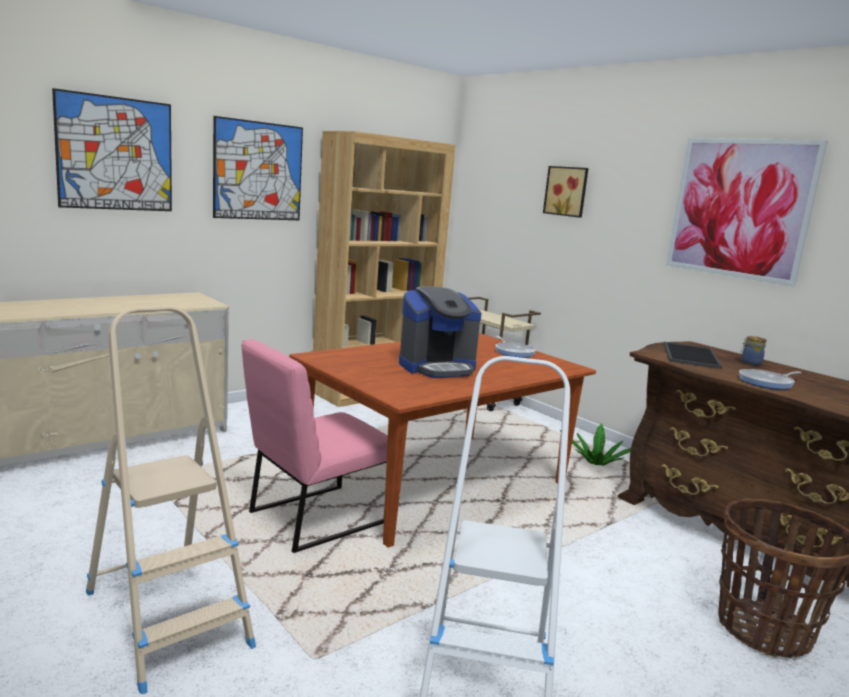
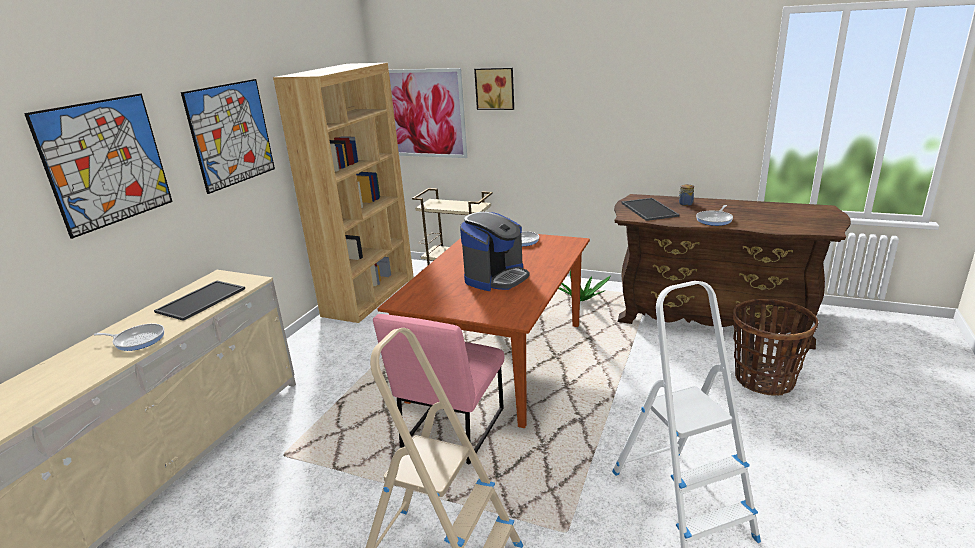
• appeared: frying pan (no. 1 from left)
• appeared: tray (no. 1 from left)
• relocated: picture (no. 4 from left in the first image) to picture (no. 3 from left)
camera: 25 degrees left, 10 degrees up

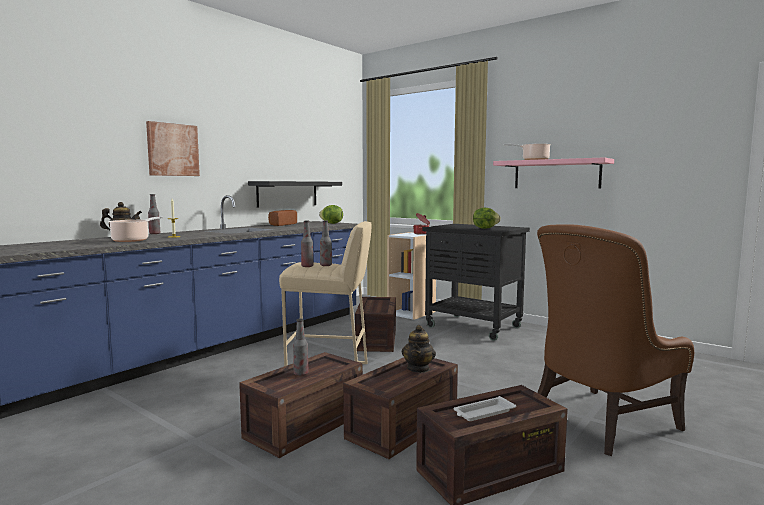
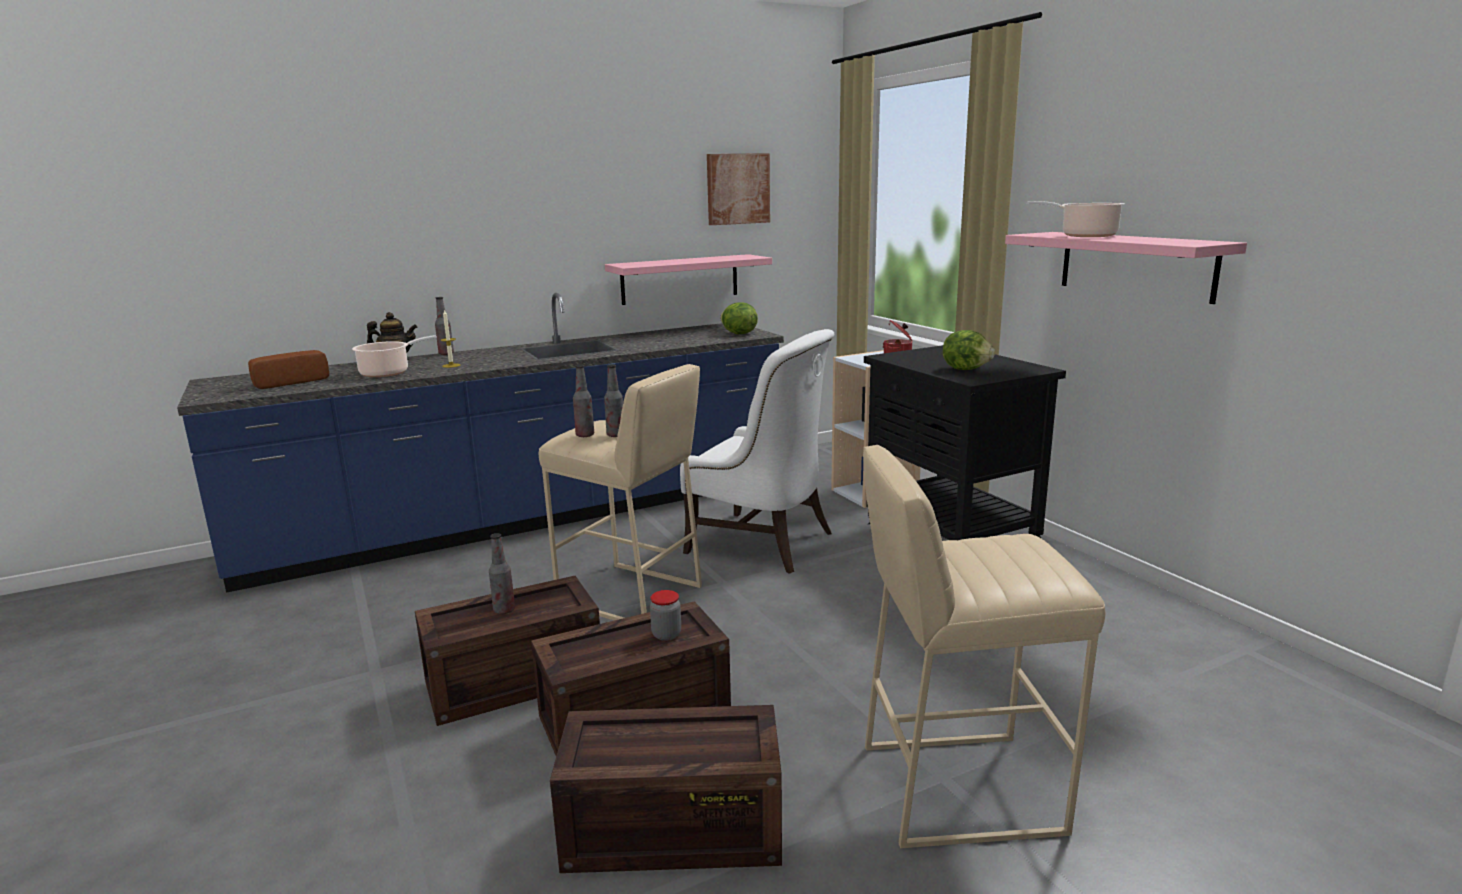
• missing: white tray
• relocated: picture
• relocated: bread
• exchanged: crate (no. 2 from left) to white chair
• exchanged: teapot (no. 2 from left) to jar
• exchanged: brown chair to beige stool (no. 2 from left)
• colour: black shelf to pink shelf (no. 1 from left)
camera: 25 degrees right, 10 degrees up

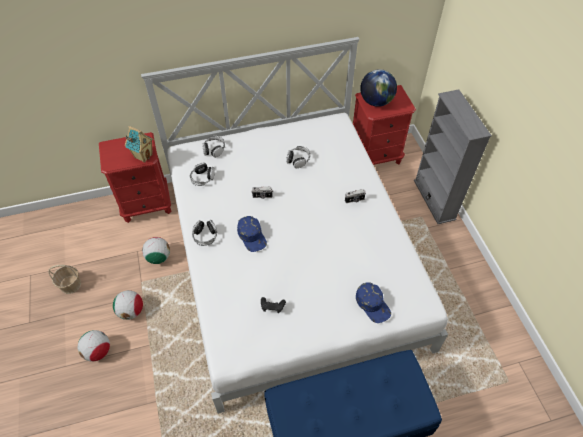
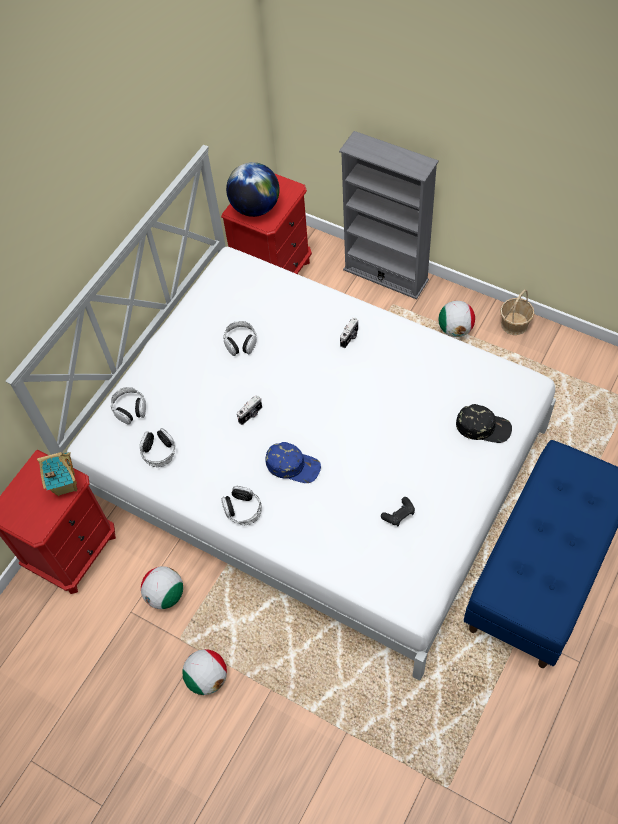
• relocated: basket
• relocated: football (no. 1 from left in the first image) to football (no. 3 from left)
• colour: blue cap (no. 2 from left) to black cap
camera: 40 degrees left, 5 degrees up

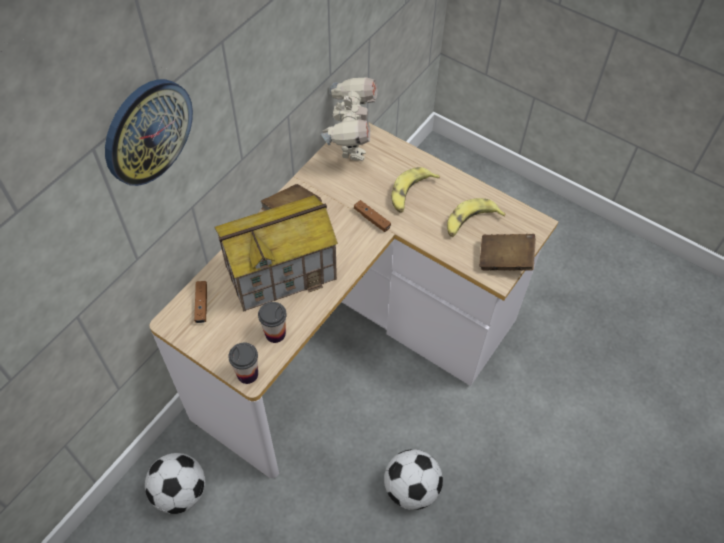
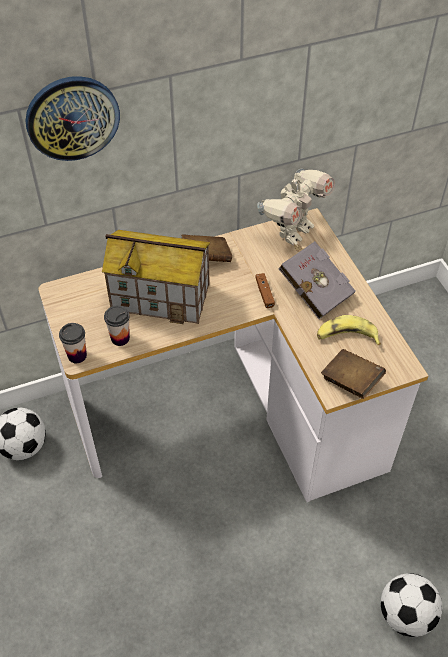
• missing: brown game controller (no. 1 from left)
• relocated: football (no. 2 from left)
• exchanged: banana (no. 1 from left) to grey book
camera: 35 degrees right, 5 degrees down

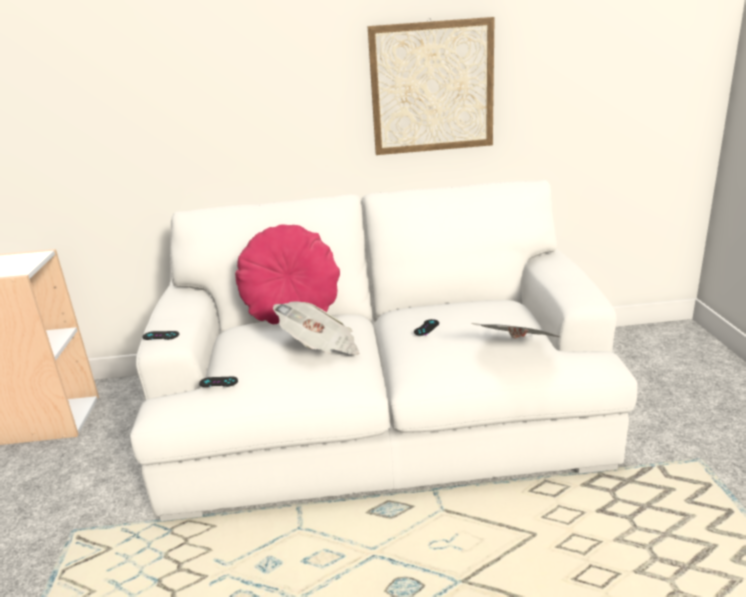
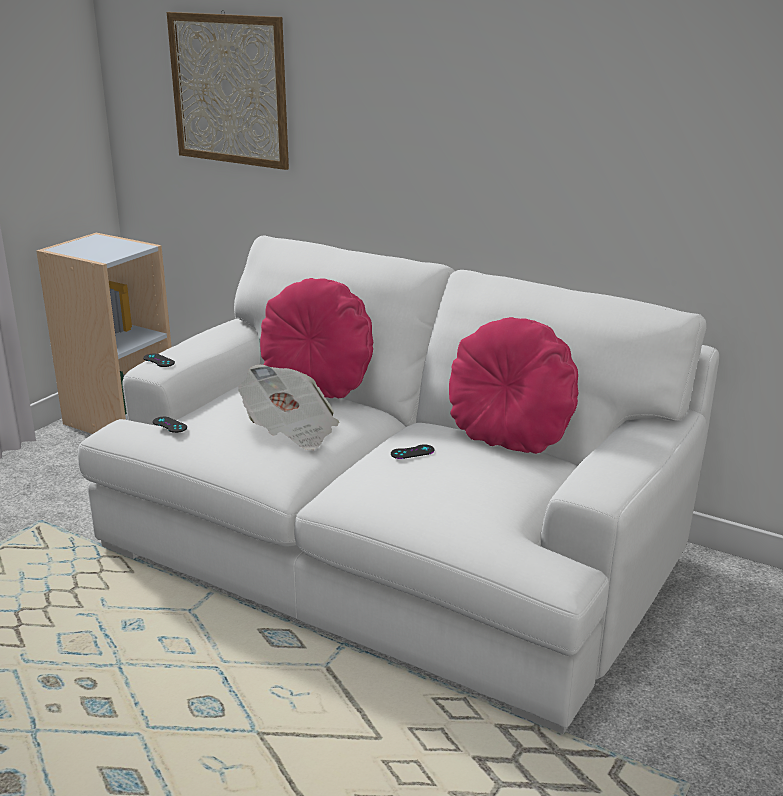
• missing: newspaper (no. 2 from left)
• appeared: pink pillow (no. 2 from left)
• relocated: picture
camera: 35 degrees right, 0 degrees up

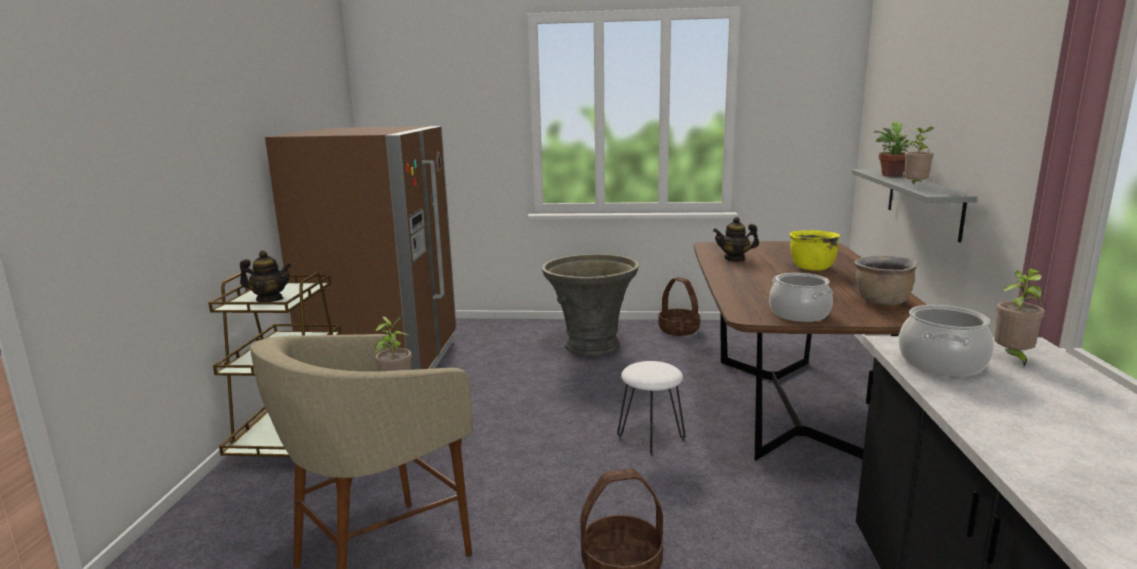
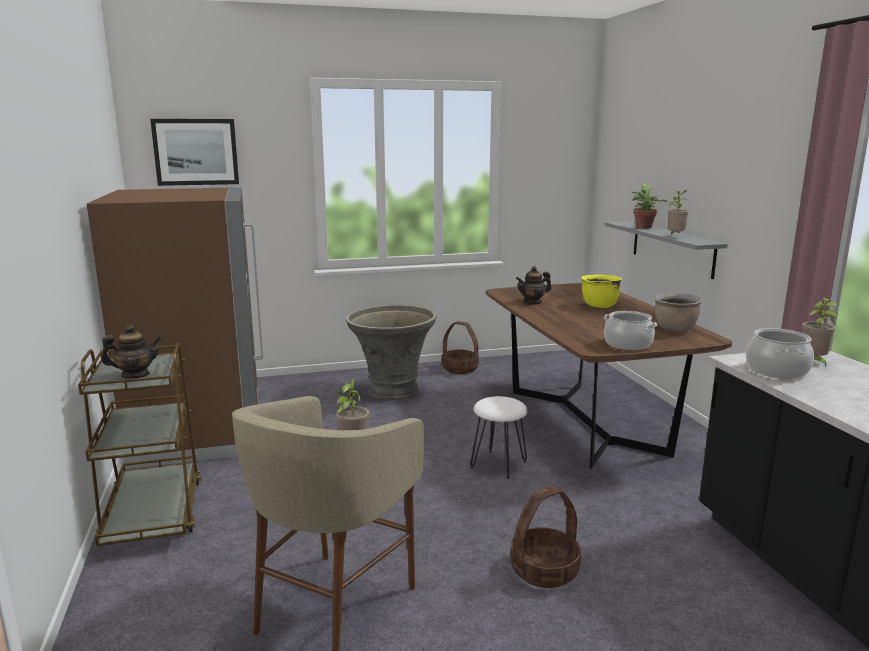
• appeared: picture
camera: 20 degrees left, 0 degrees up

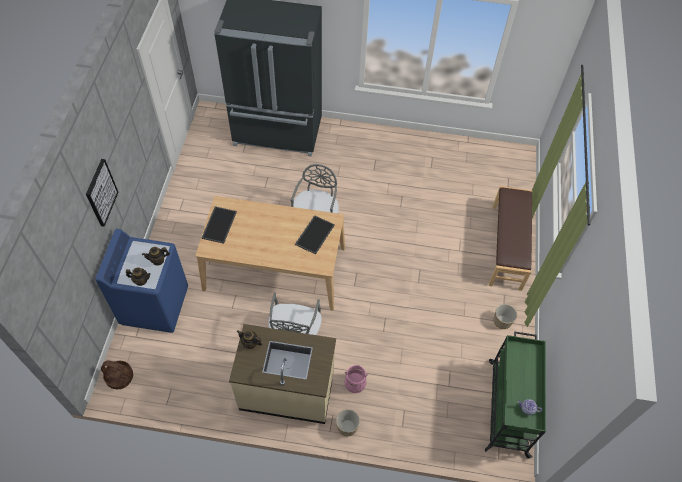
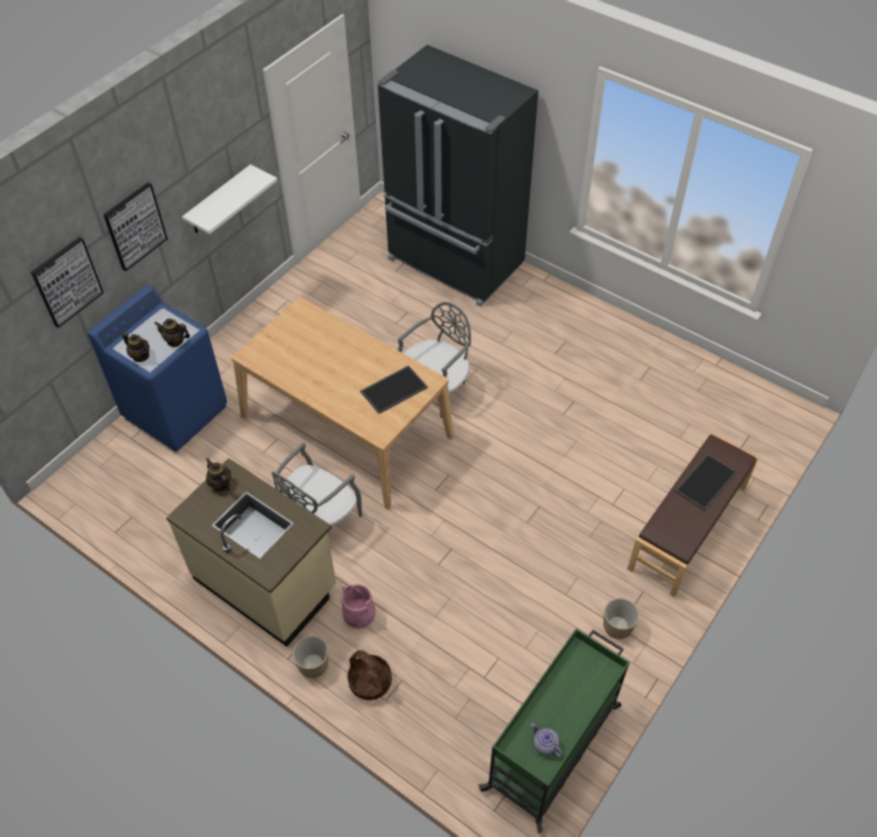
• appeared: picture (no. 1 from left)
• appeared: white shelf
• relocated: basket
• relocated: tray (no. 1 from left in the first image) to tray (no. 2 from left)
camera: 30 degrees right, 5 degrees down

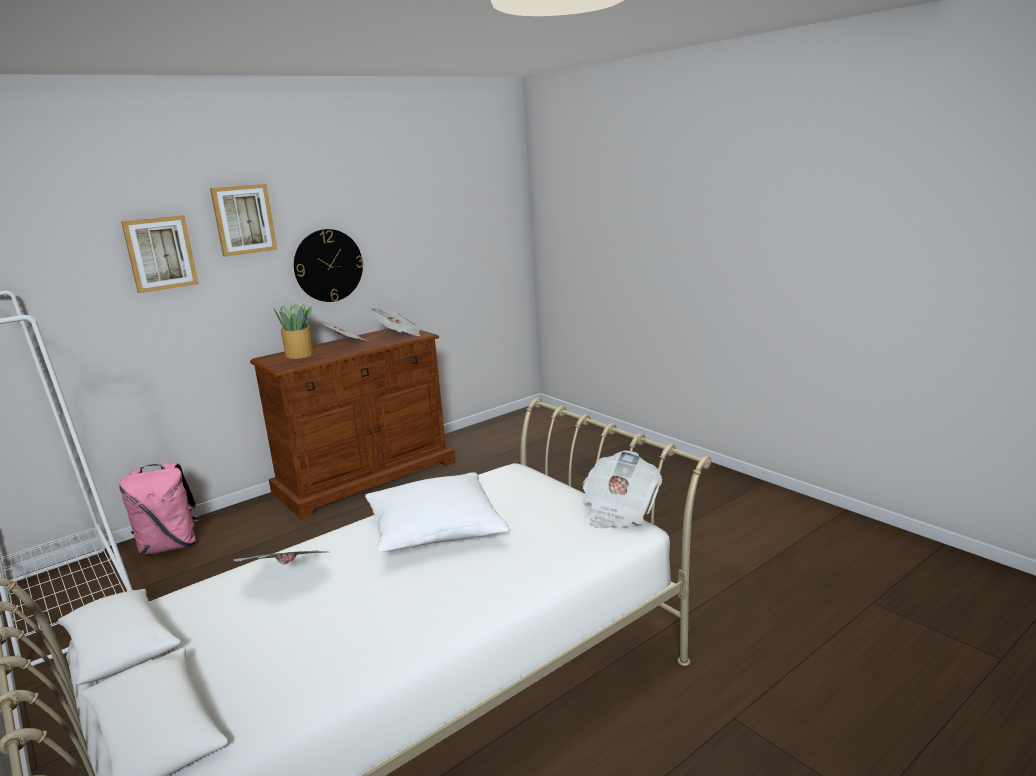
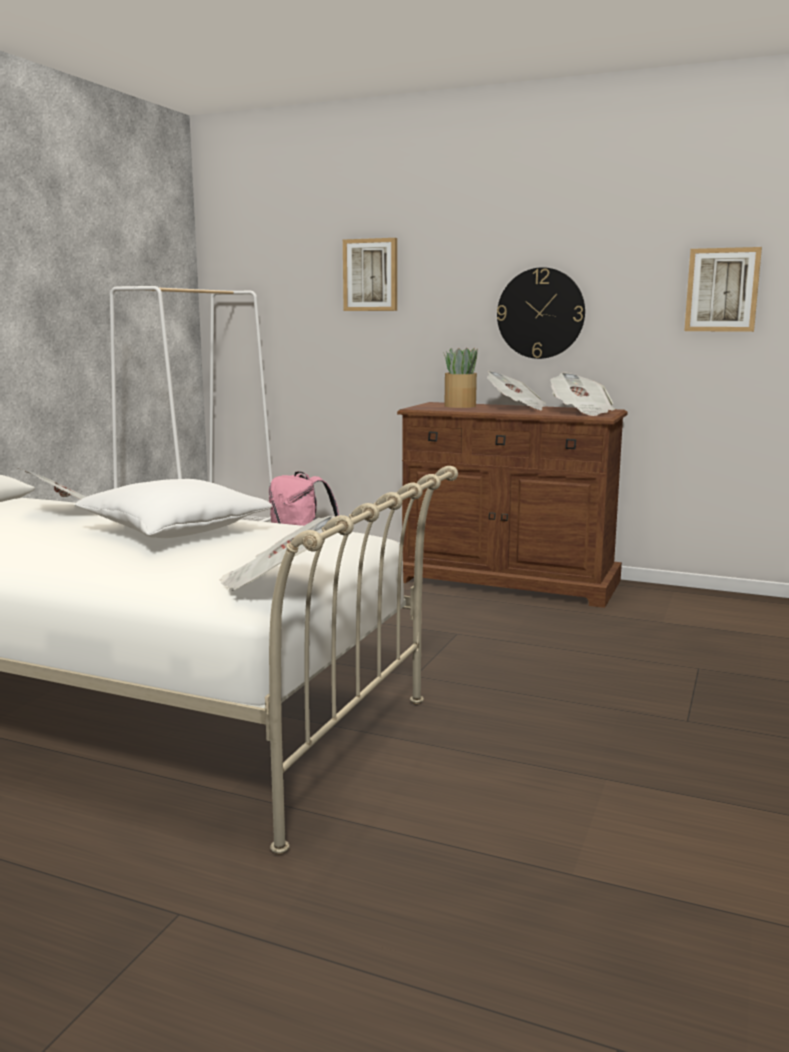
• relocated: picture (no. 2 from left)
camera: 60 degrees right, 5 degrees down

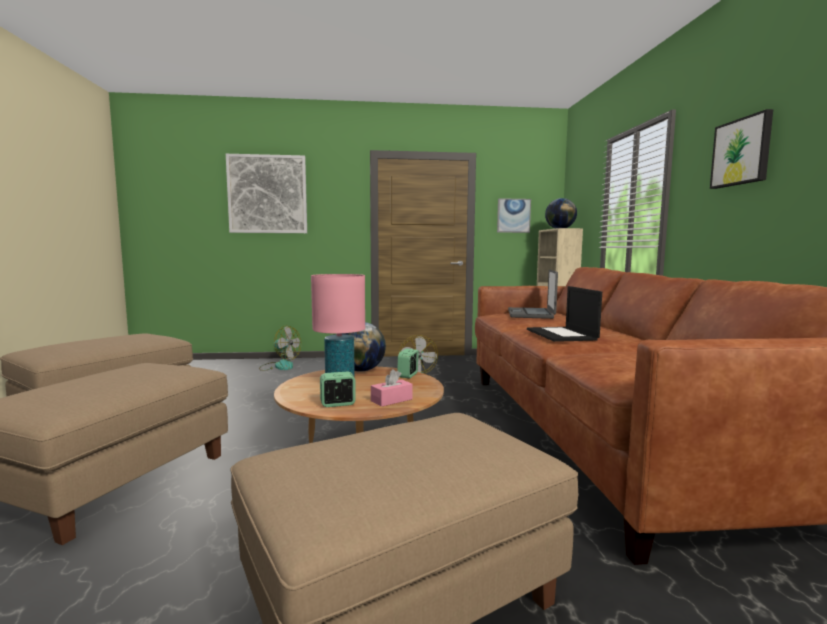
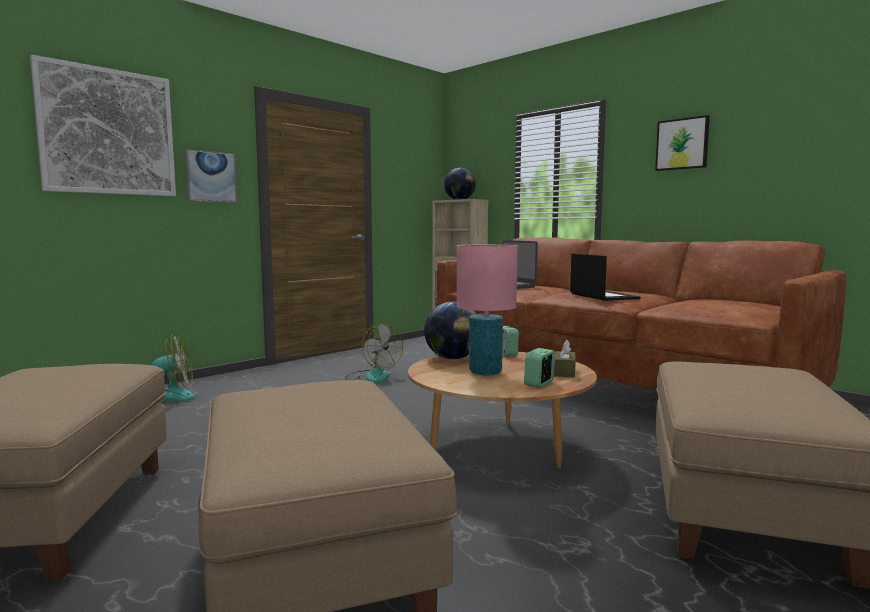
• relocated: picture (no. 2 from left)
• colour: pink tissue box to brown tissue box
• spun: laptop (no. 2 from left) 150 degrees counterclockwise
camera: 40 degrees left, 0 degrees up

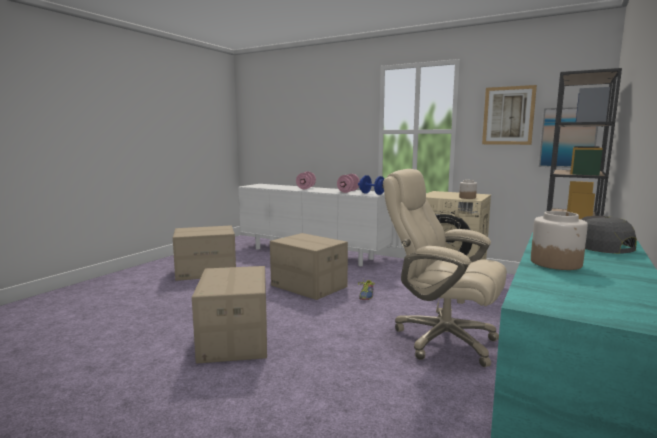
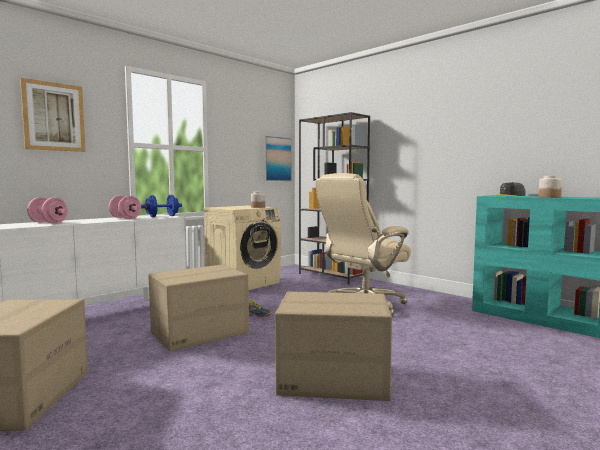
• relocated: picture (no. 1 from left)
camera: 75 degrees left, 5 degrees down

